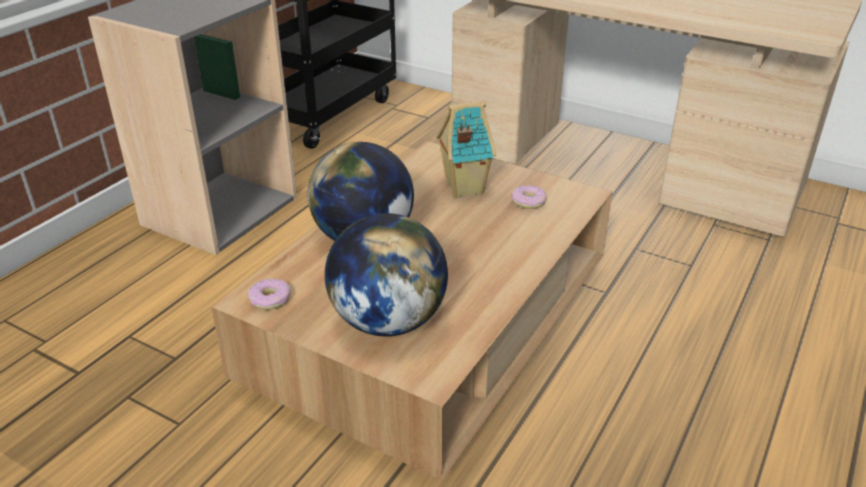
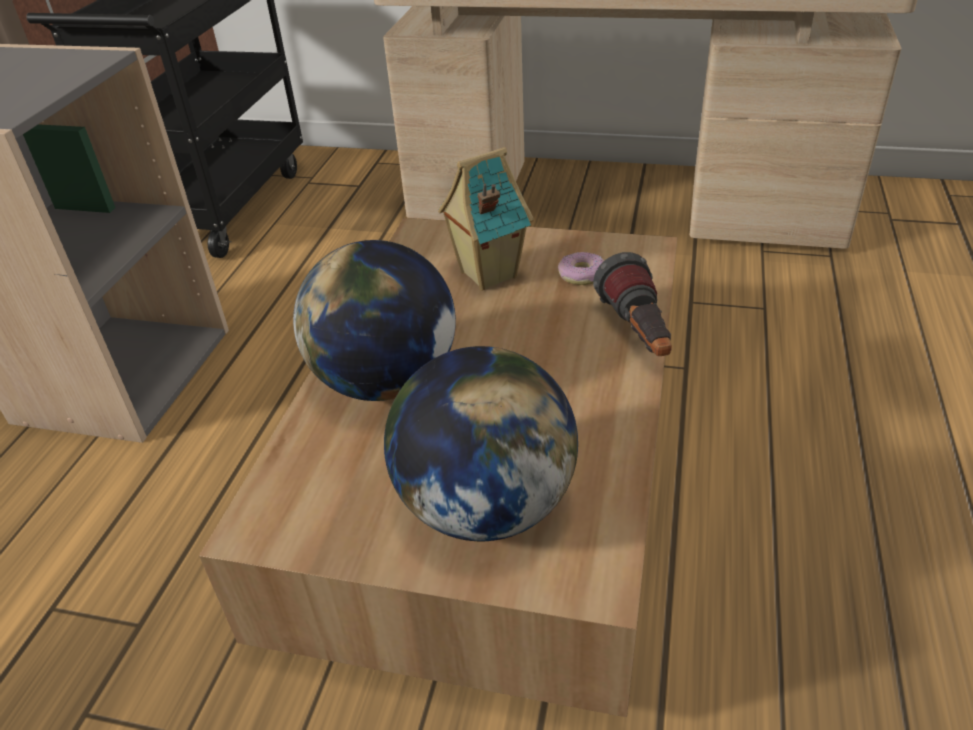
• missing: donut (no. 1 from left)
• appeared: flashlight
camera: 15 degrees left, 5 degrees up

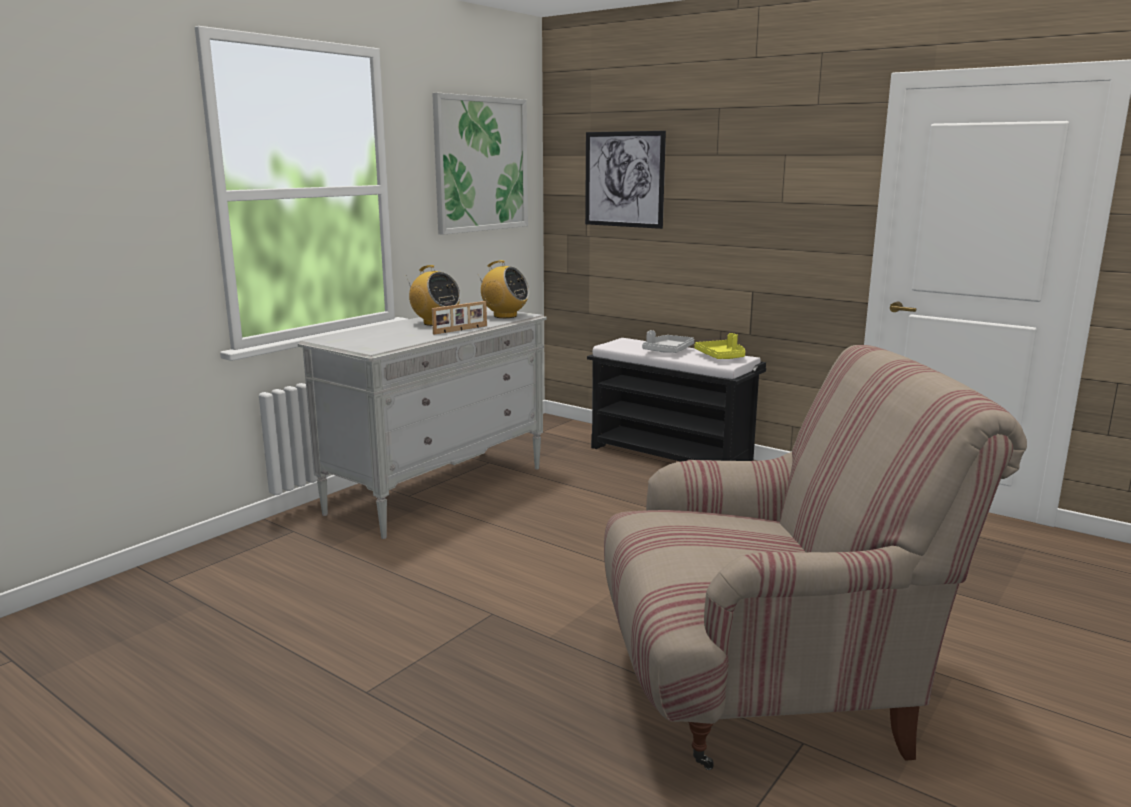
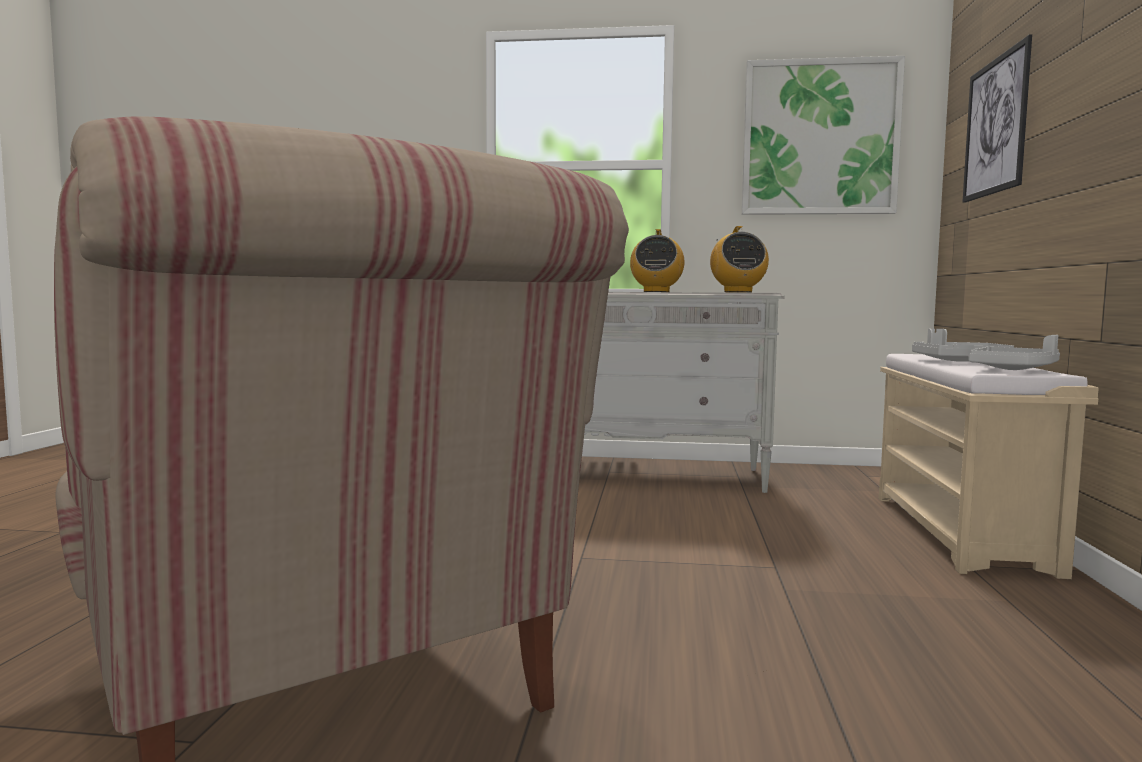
• missing: picture frame
• colour: black bench to beige bench
• colour: yellow tray to grey tray (no. 2 from left)
camera: 60 degrees right, 10 degrees down

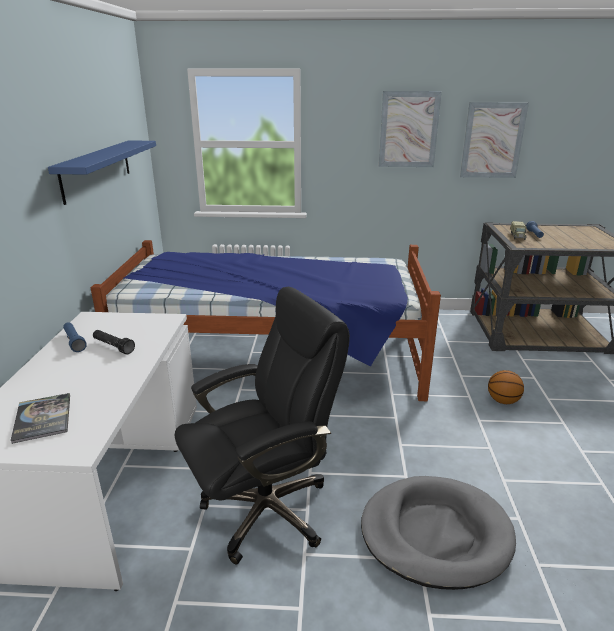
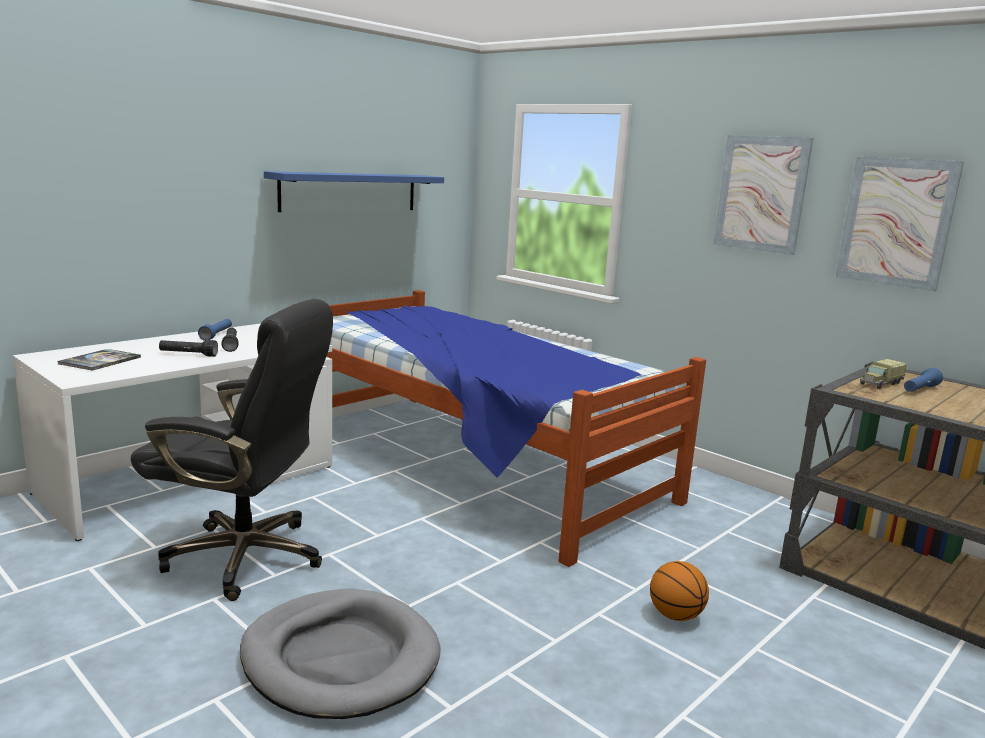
• appeared: black flashlight (no. 1 from left)
camera: 40 degrees right, 10 degrees down

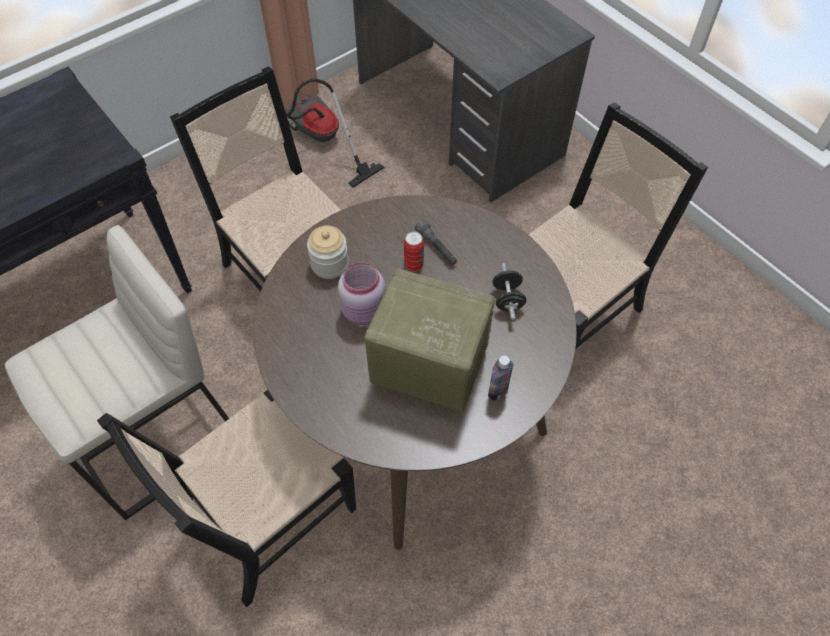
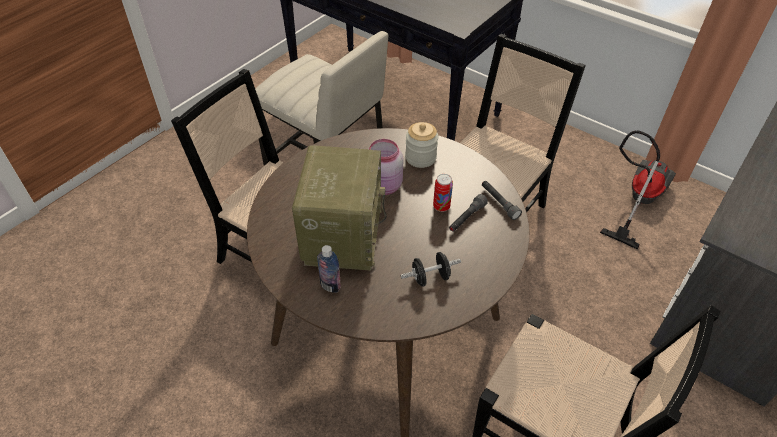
• appeared: grey flashlight (no. 2 from left)
camera: 75 degrees right, 10 degrees down

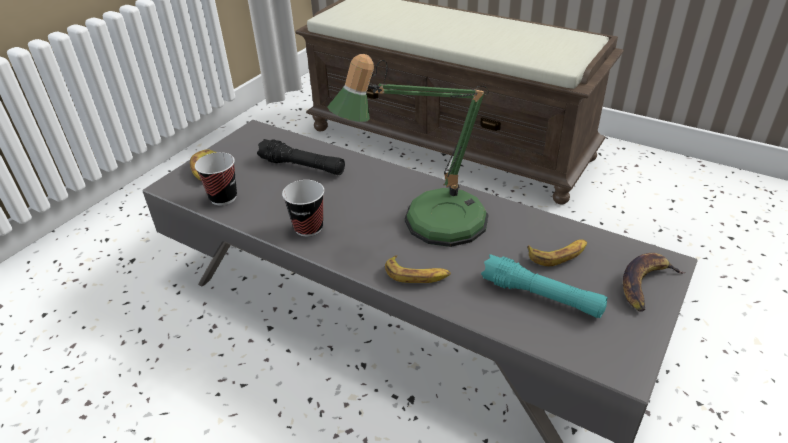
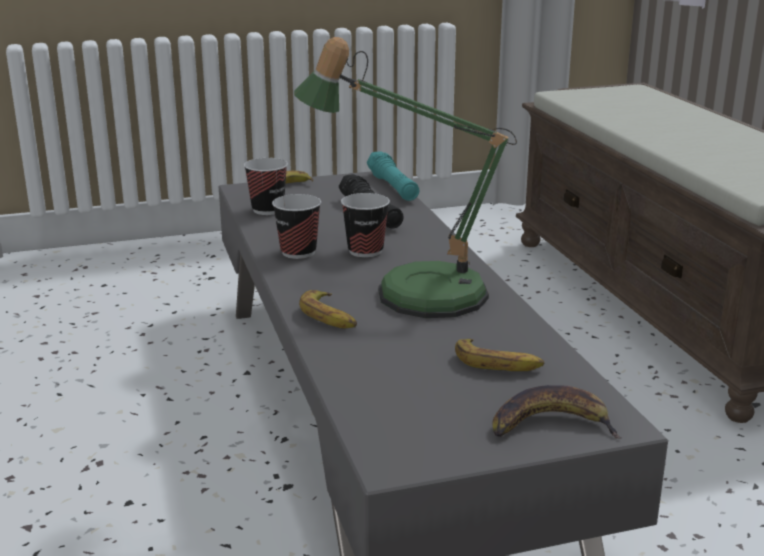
• appeared: cup (no. 3 from left)
• relocated: turquoise flashlight
camera: 40 degrees right, 15 degrees down

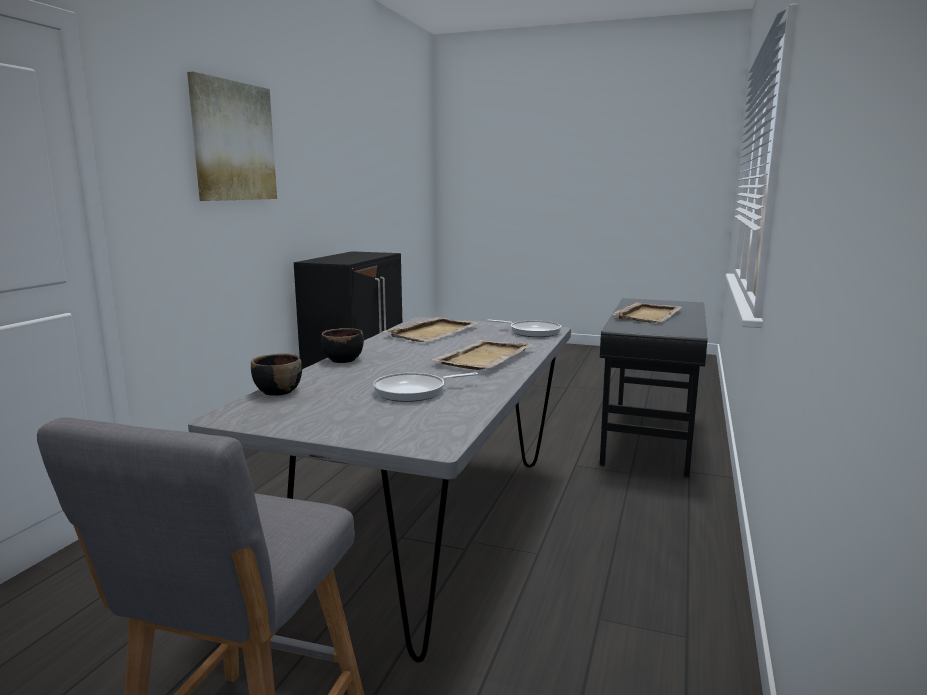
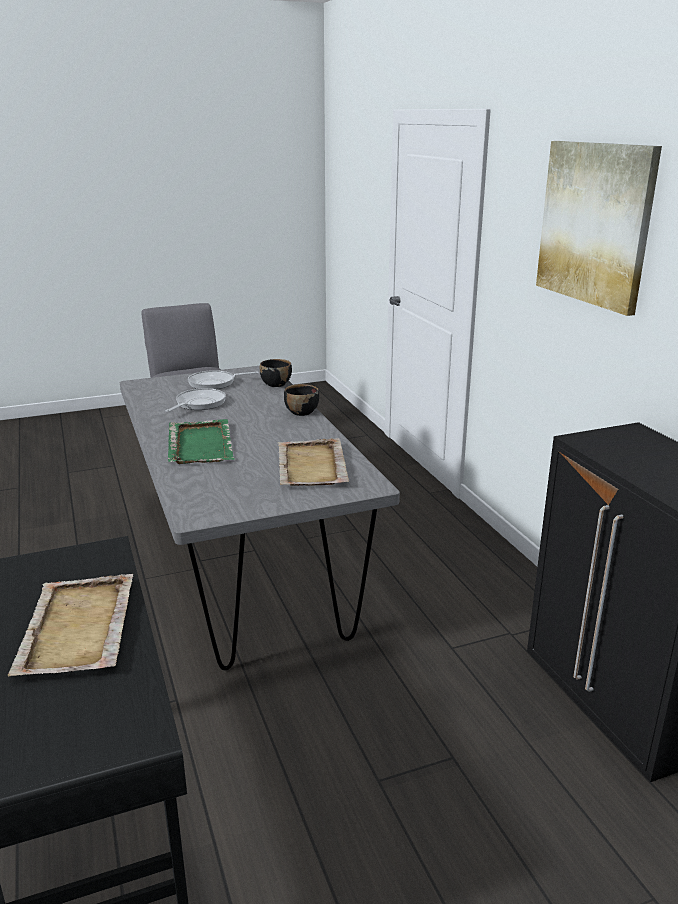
• relocated: frying pan (no. 2 from left)
• colour: beige tray (no. 2 from left) to green tray
camera: 140 degrees right, 10 degrees up

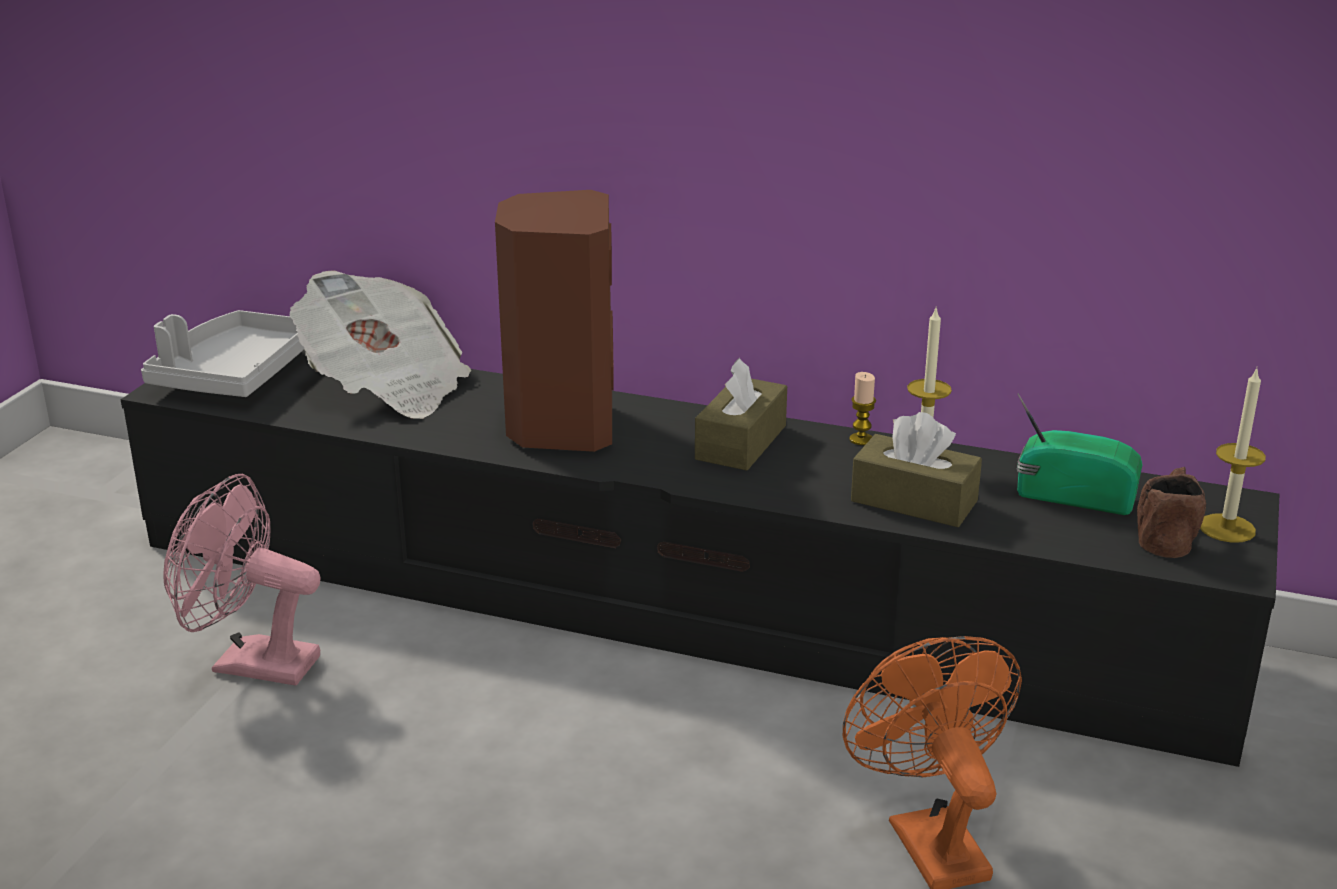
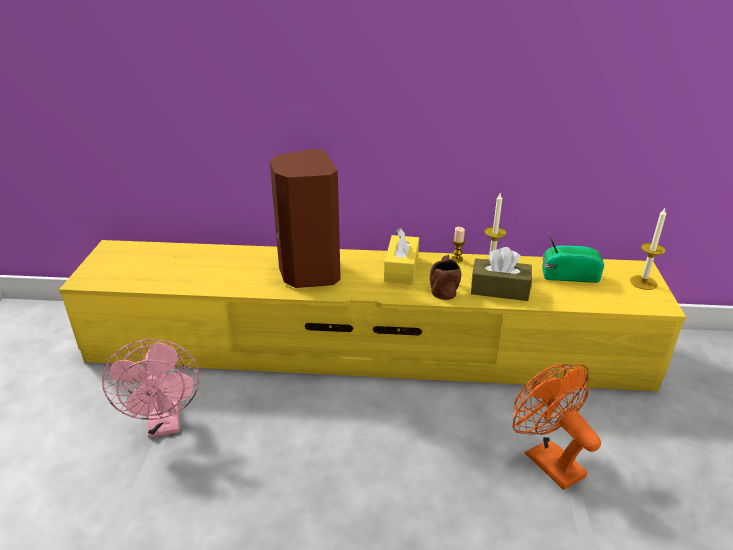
• missing: grey tray
• missing: newspaper
• relocated: brown mug
• colour: black tv stand to yellow tv stand
• colour: brown tissue box (no. 1 from left) to yellow tissue box
• spun: pink fan 105 degrees counterclockwise
camera: 15 degrees left, 5 degrees up

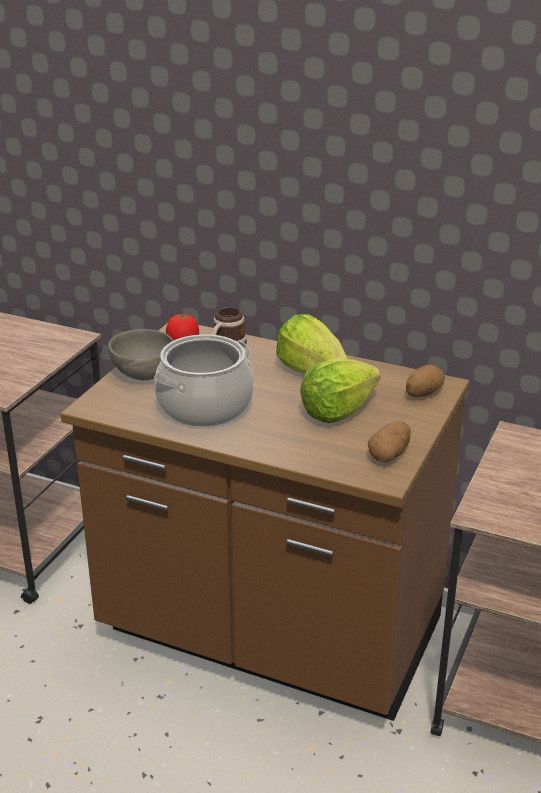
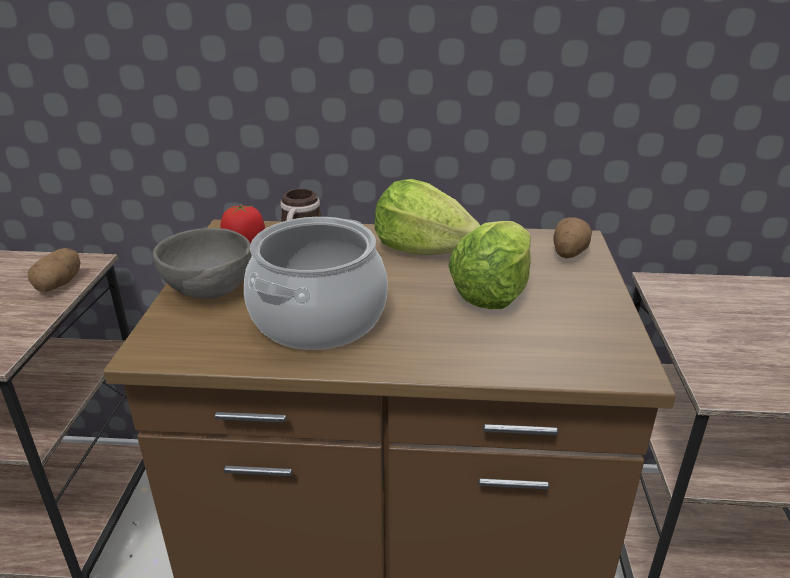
• relocated: potato (no. 1 from left)
camera: 20 degrees left, 0 degrees up

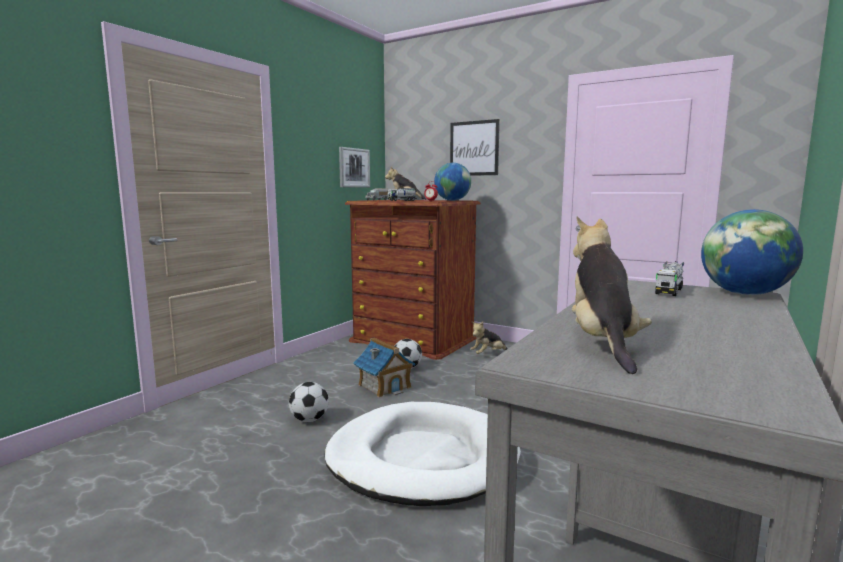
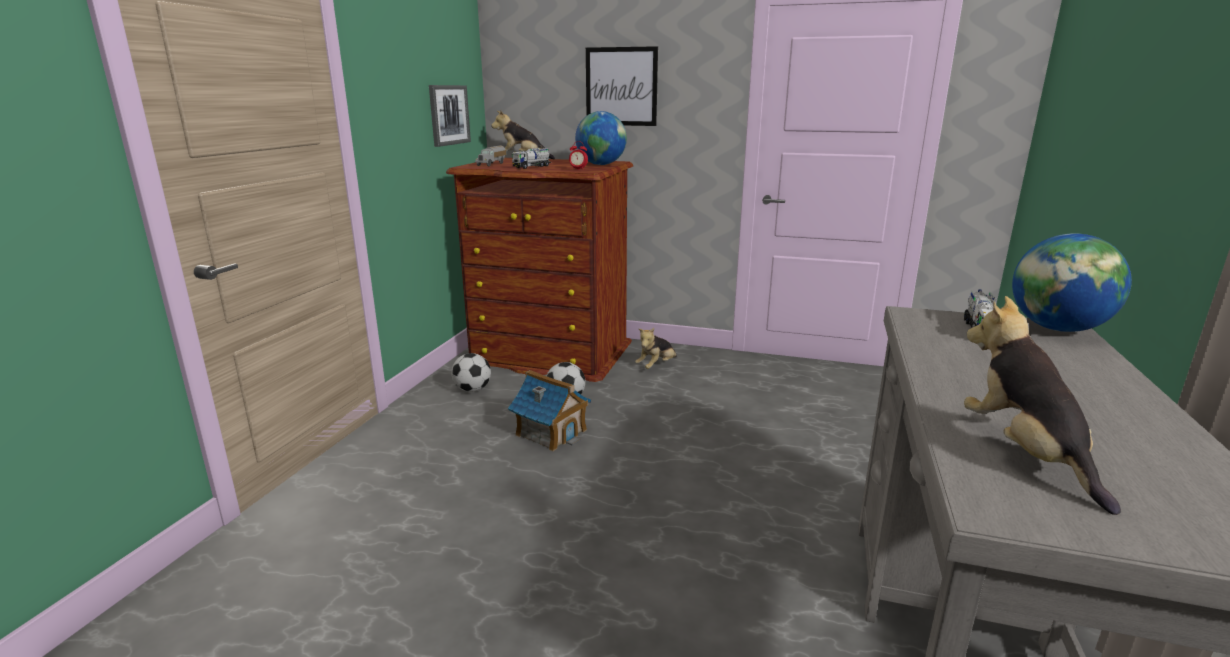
• missing: white dog bed
• relocated: football (no. 1 from left)
camera: 15 degrees left, 10 degrees up

